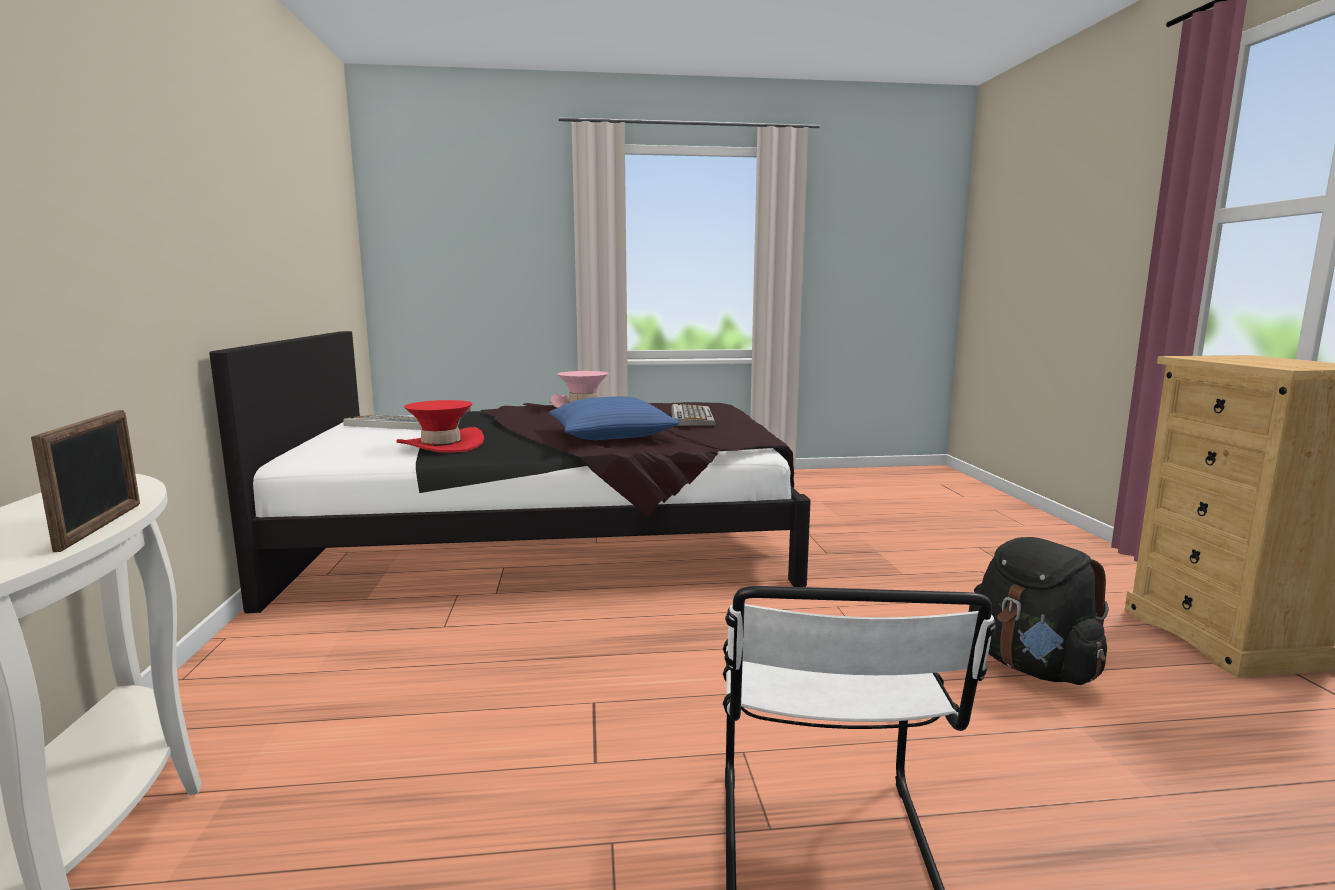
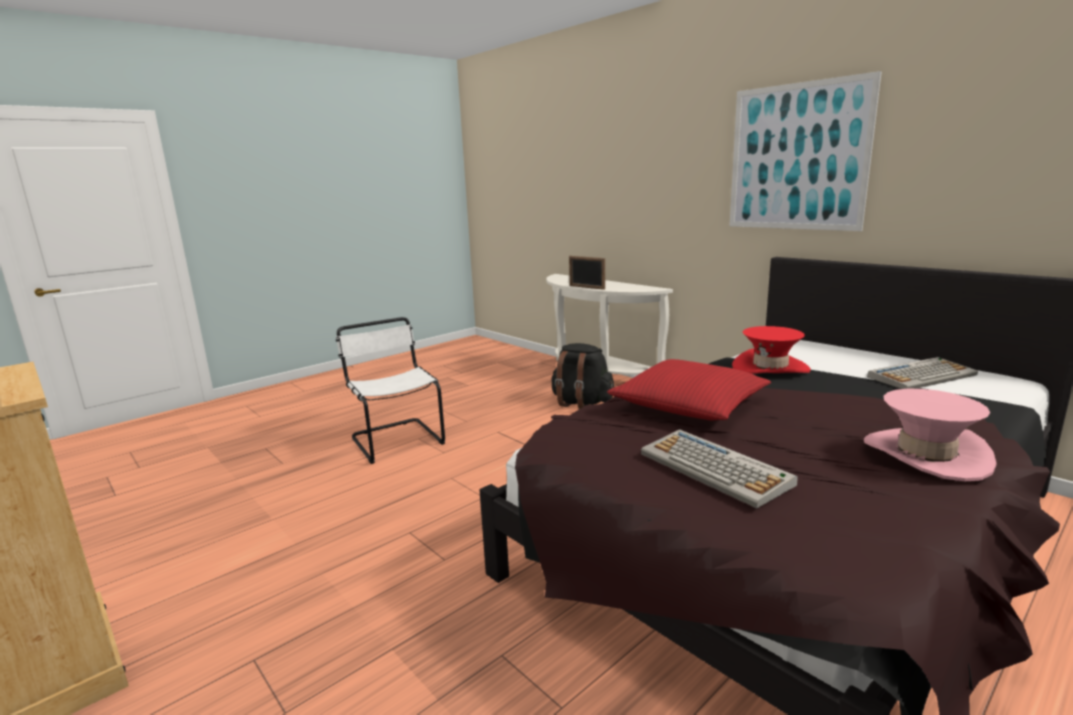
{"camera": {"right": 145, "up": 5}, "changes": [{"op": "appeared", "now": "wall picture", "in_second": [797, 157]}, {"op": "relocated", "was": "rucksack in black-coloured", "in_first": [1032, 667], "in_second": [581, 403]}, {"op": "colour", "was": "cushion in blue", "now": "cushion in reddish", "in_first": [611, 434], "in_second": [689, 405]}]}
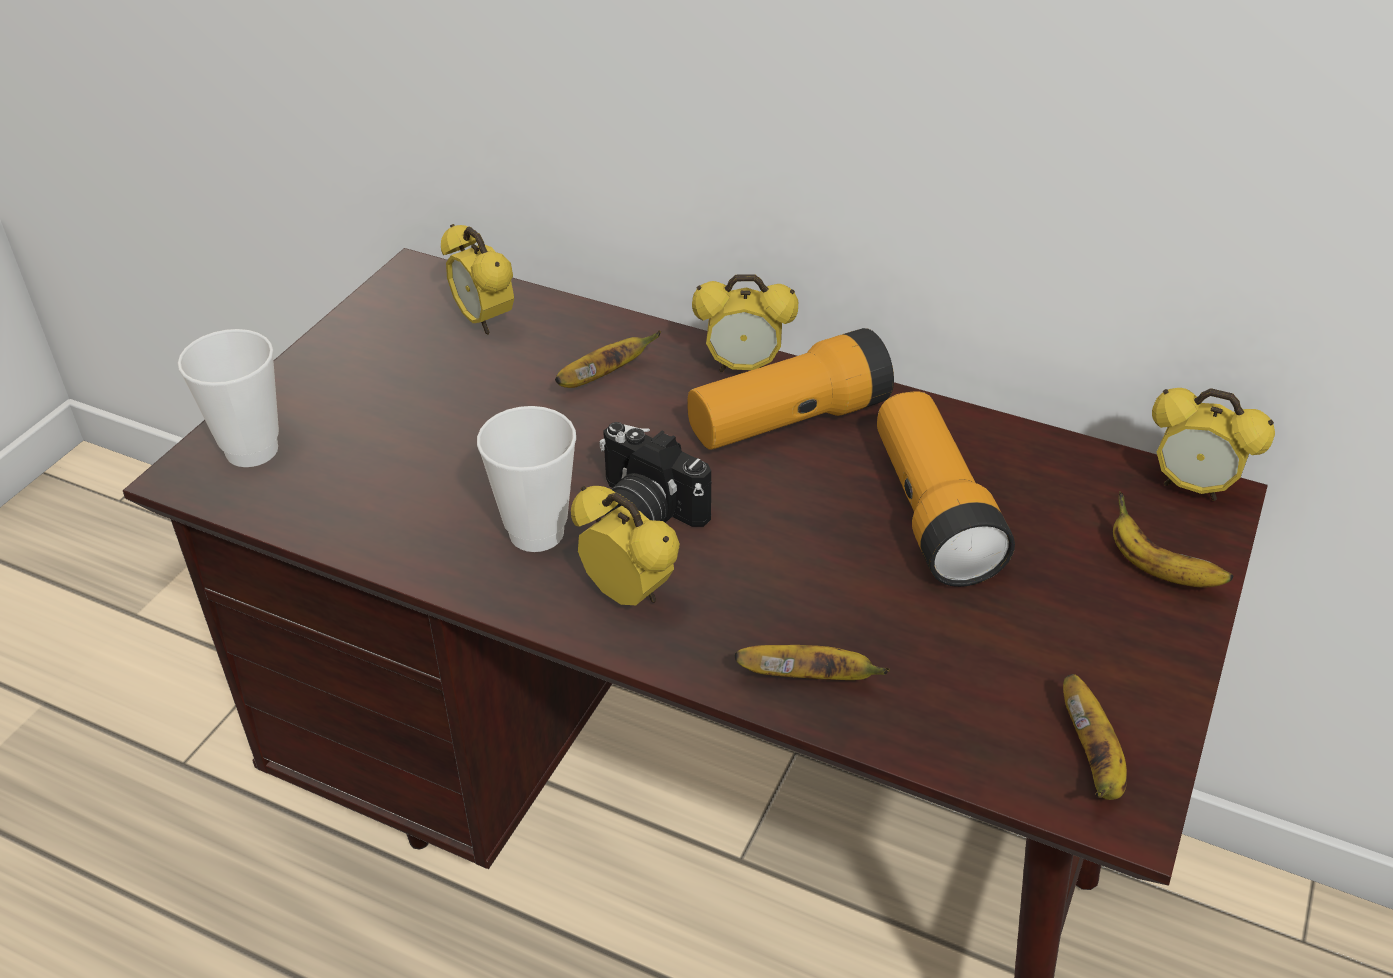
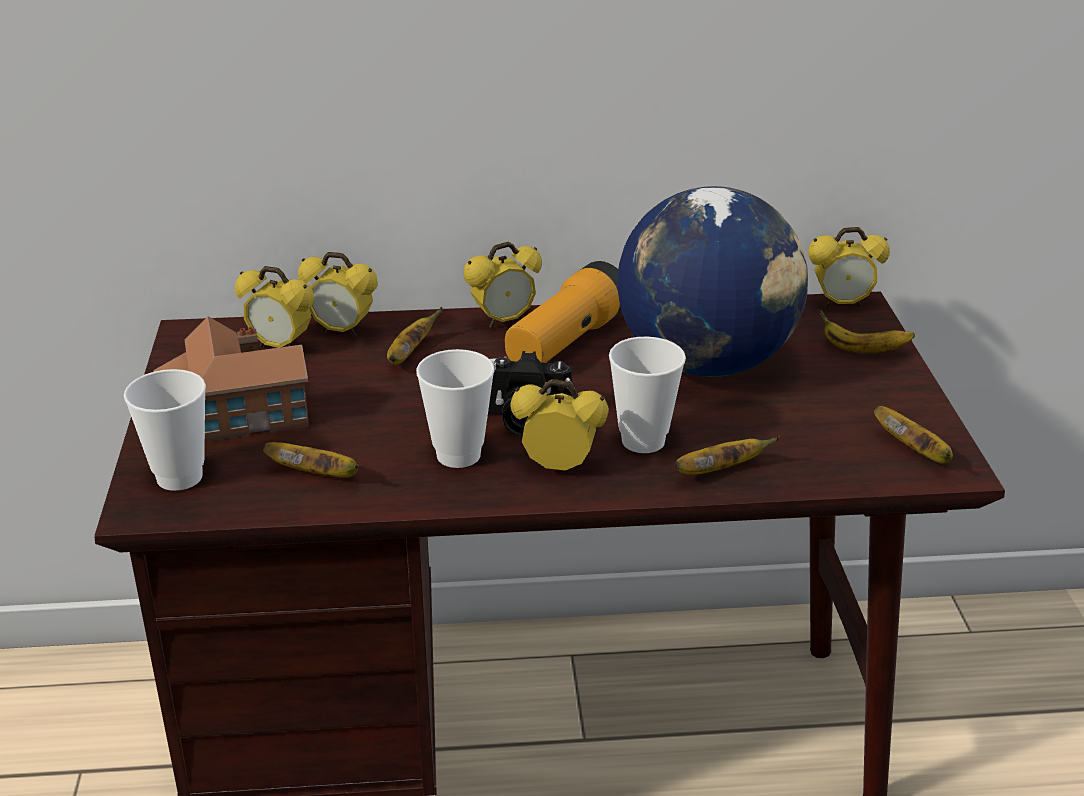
{"camera": {"right": -30, "up": -10}, "changes": [{"op": "appeared", "now": "toy house", "in_second": [231, 411]}, {"op": "appeared", "now": "banana", "in_second": [318, 475]}, {"op": "appeared", "now": "bedside clock", "in_second": [342, 332]}, {"op": "appeared", "now": "cup", "in_second": [643, 441]}, {"op": "exchanged", "was": "flashlight", "now": "globe", "in_first": [932, 513], "in_second": [707, 363]}]}
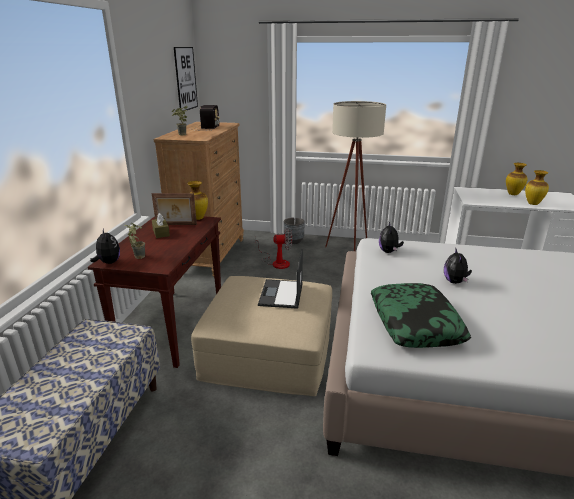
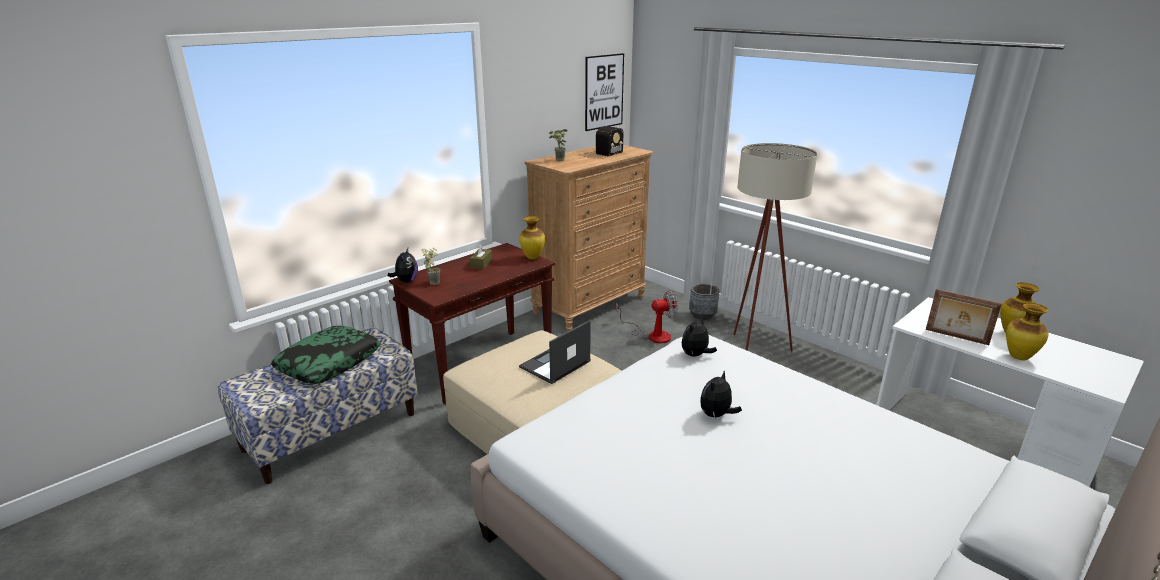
{"camera": {"right": 35, "up": 0}, "changes": [{"op": "relocated", "was": "standing frame", "in_first": [176, 225], "in_second": [956, 337]}, {"op": "relocated", "was": "cushion", "in_first": [415, 323], "in_second": [329, 363]}, {"op": "spun", "was": "electric fan", "in_first": [276, 262], "in_second": [652, 335], "clockwise": -45}]}
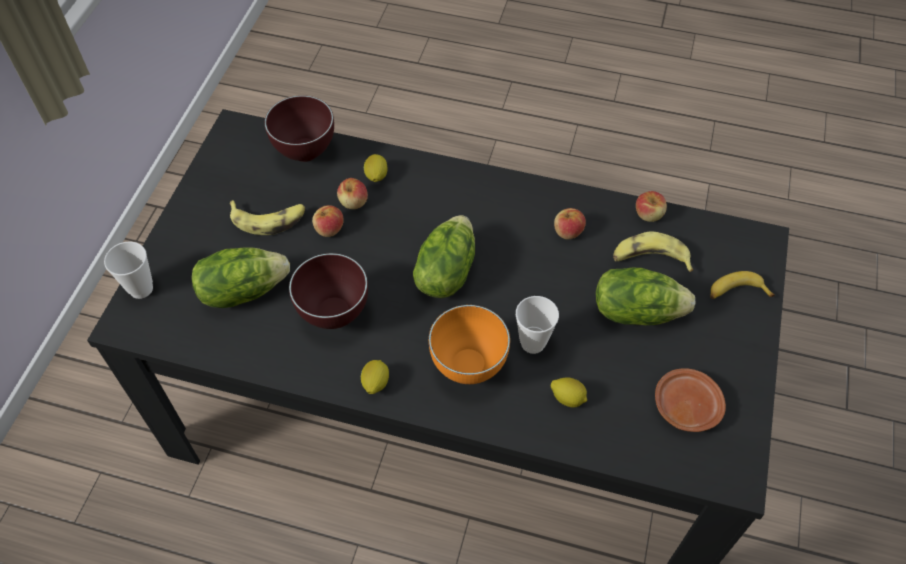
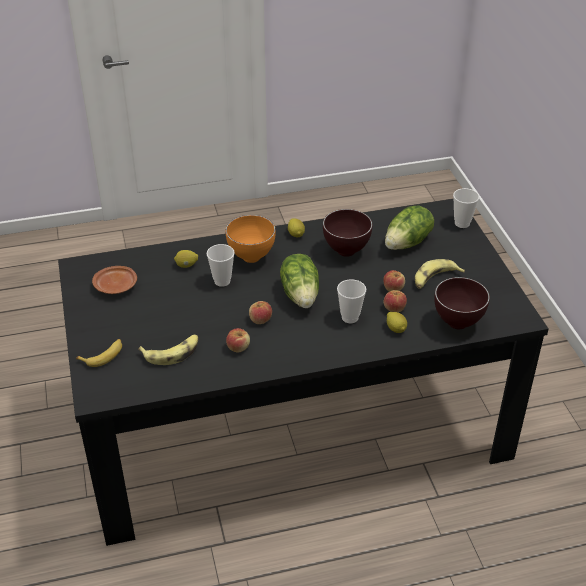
{"camera": {"right": 150, "up": -15}, "changes": [{"op": "missing", "was": "lettuce head", "in_first": [636, 311]}, {"op": "appeared", "now": "cup", "in_second": [350, 317]}, {"op": "relocated", "was": "apple", "in_first": [649, 214], "in_second": [260, 320]}]}
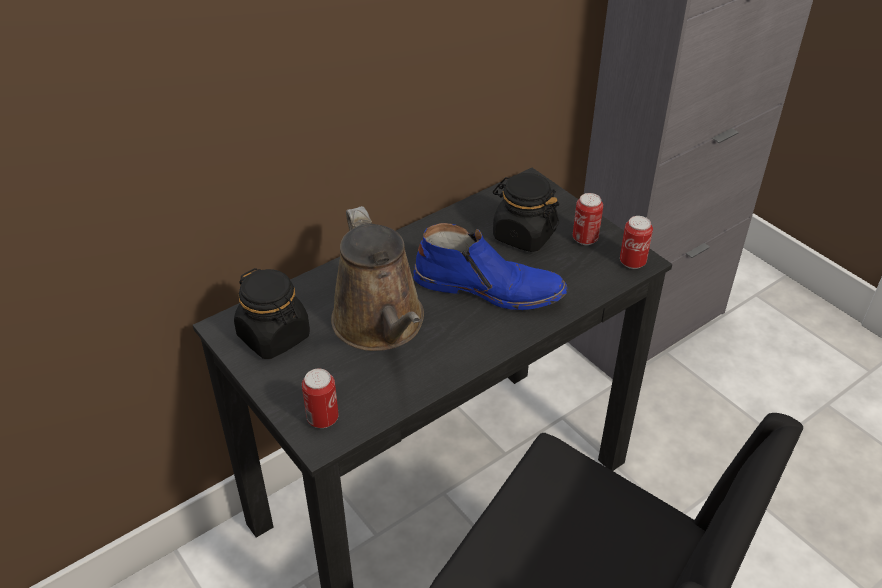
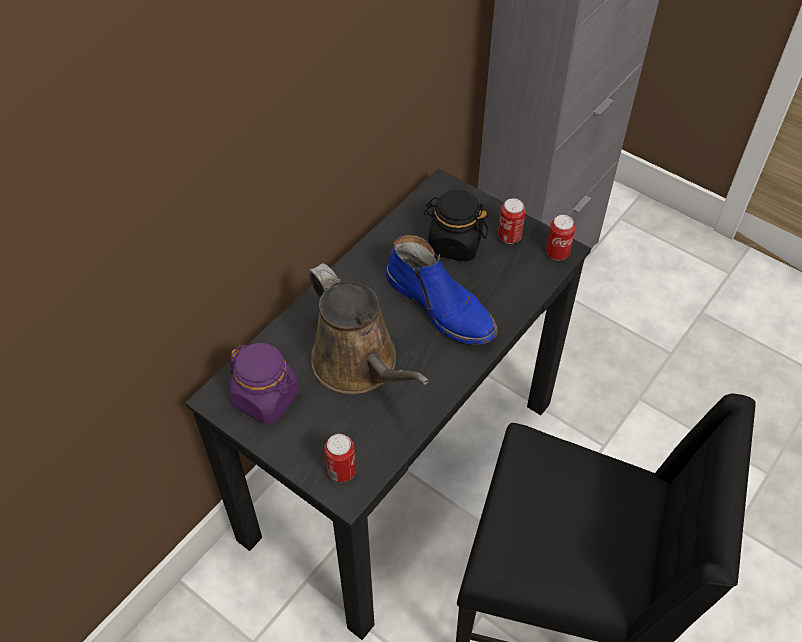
{"camera": {"right": -15, "up": 10}, "changes": [{"op": "colour", "was": "storage jar in black-coloured", "now": "storage jar in purple", "in_first": [274, 336], "in_second": [266, 398]}, {"op": "spun", "was": "high-top boot in blue", "in_first": [489, 287], "in_second": [442, 306], "clockwise": 45}]}
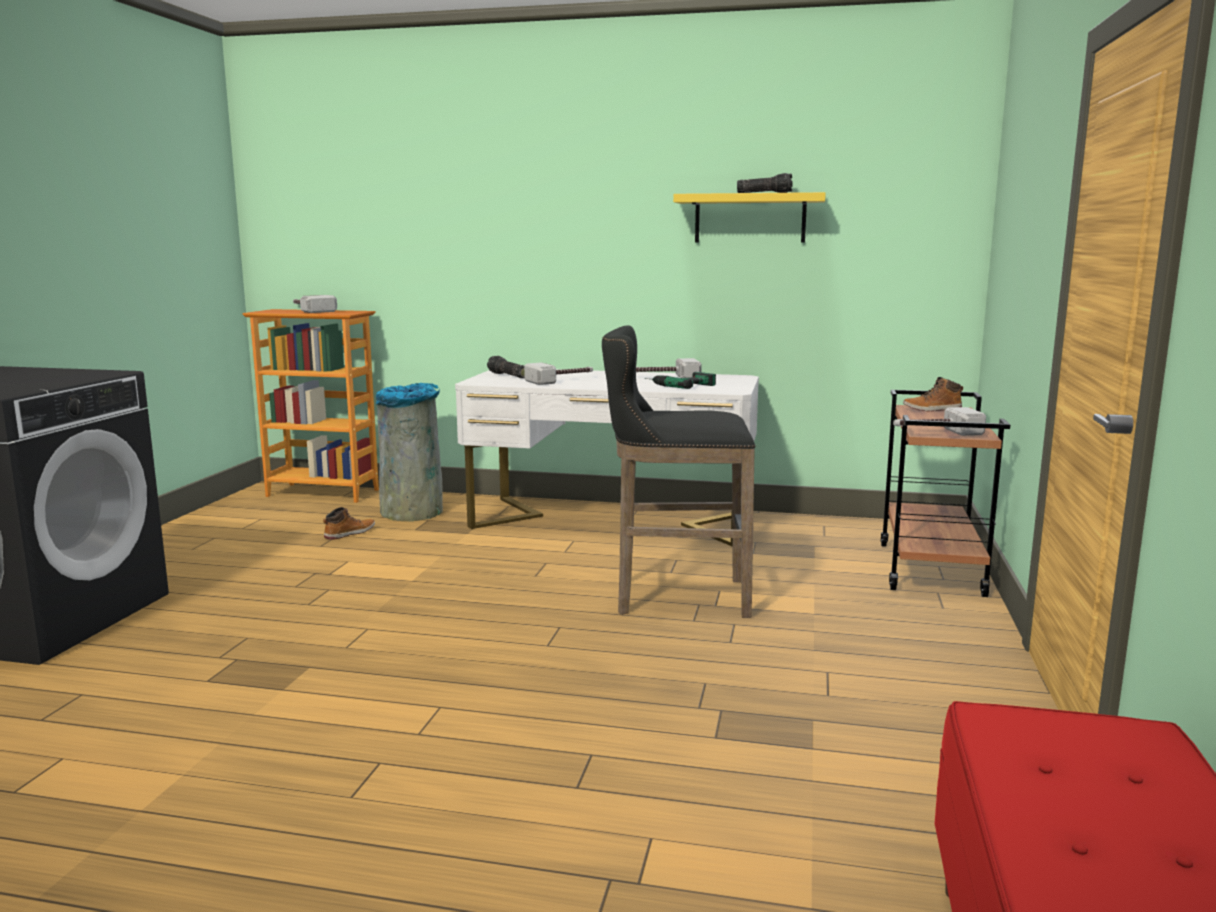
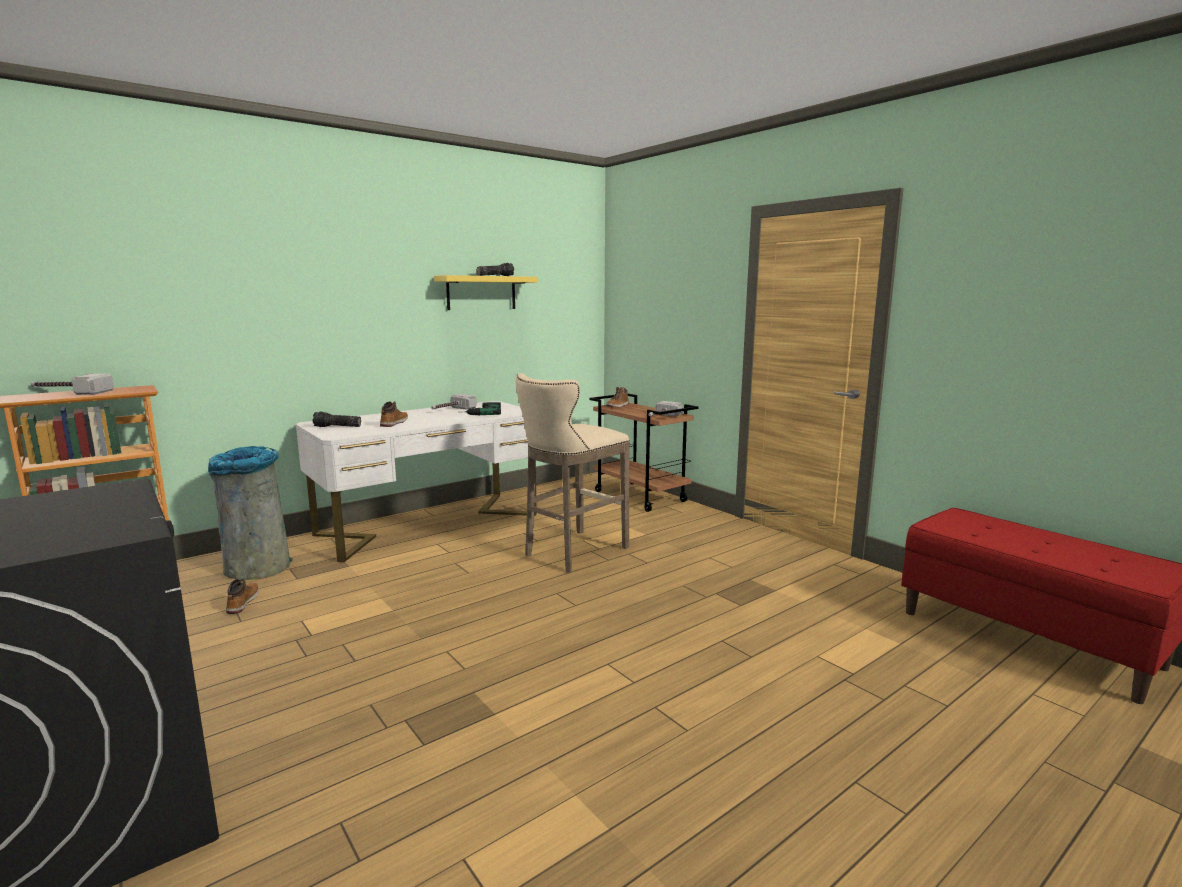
{"camera": {"right": -50, "up": 0}, "changes": [{"op": "exchanged", "was": "hammer", "now": "high-top boot", "in_first": [561, 380], "in_second": [394, 423]}, {"op": "colour", "was": "stool seat in black-coloured", "now": "stool seat in beige-coloured", "in_first": [674, 597], "in_second": [572, 552]}]}
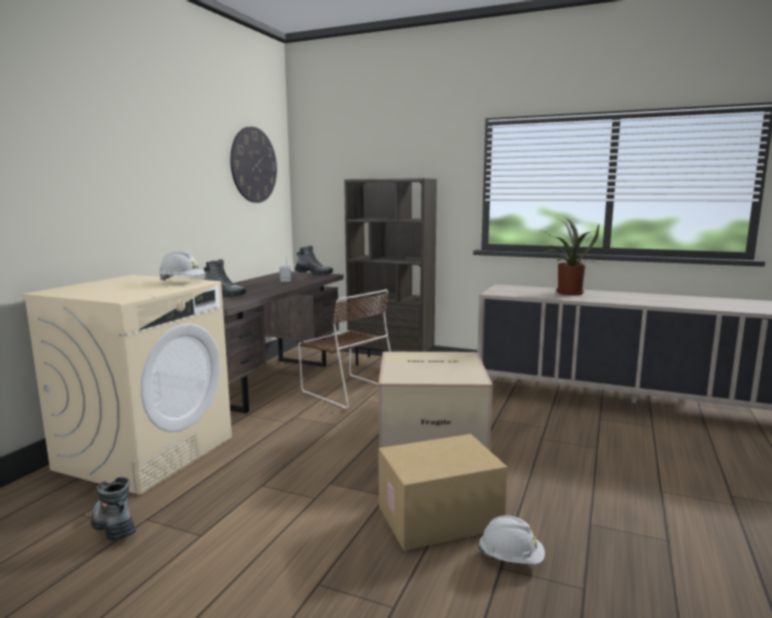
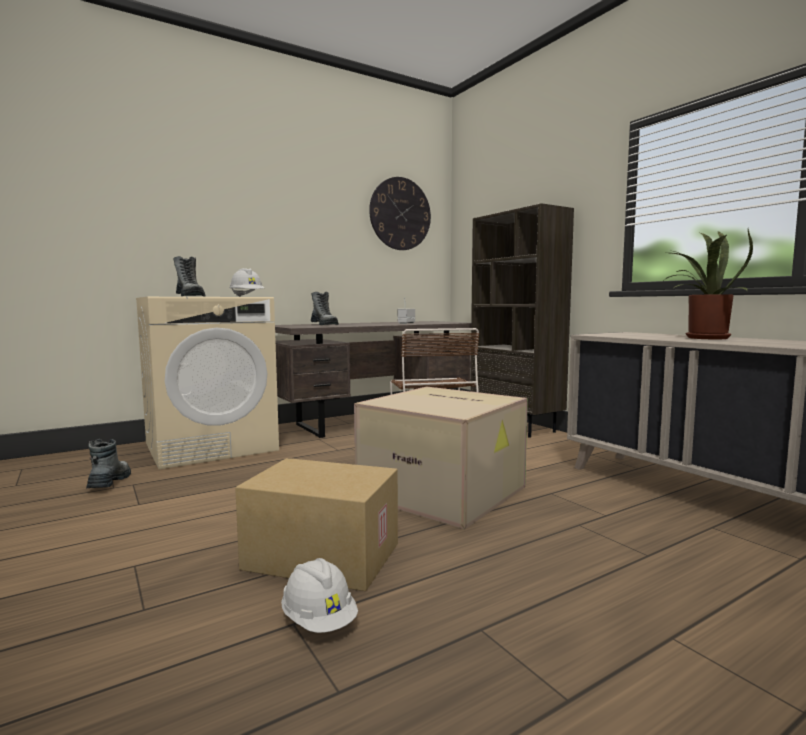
{"camera": {"right": 35, "up": -5}, "changes": [{"op": "relocated", "was": "high-top boot", "in_first": [314, 274], "in_second": [190, 296]}]}
